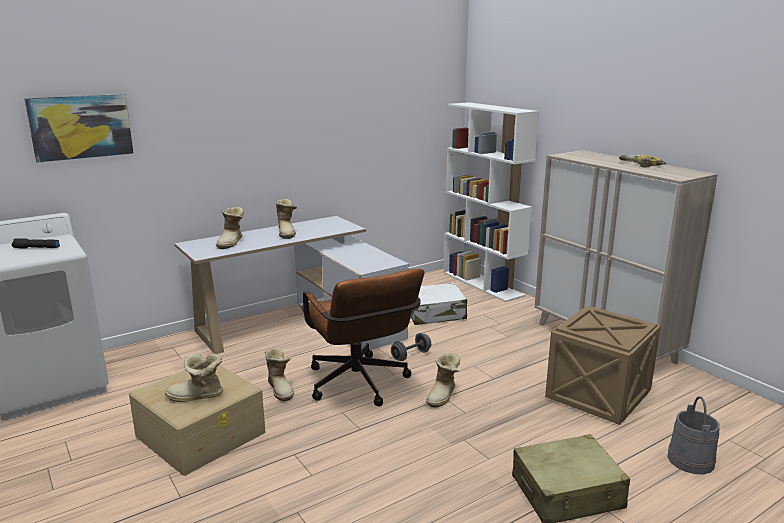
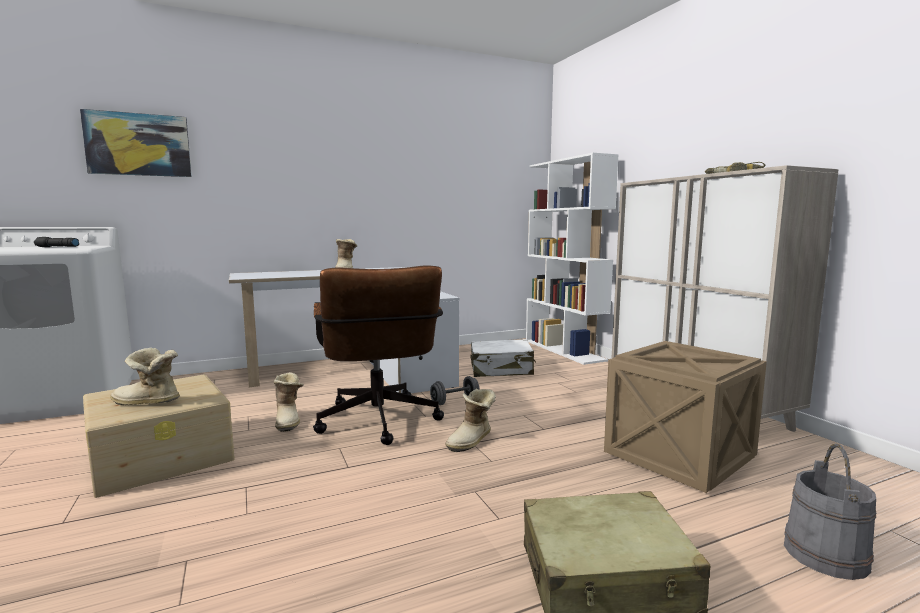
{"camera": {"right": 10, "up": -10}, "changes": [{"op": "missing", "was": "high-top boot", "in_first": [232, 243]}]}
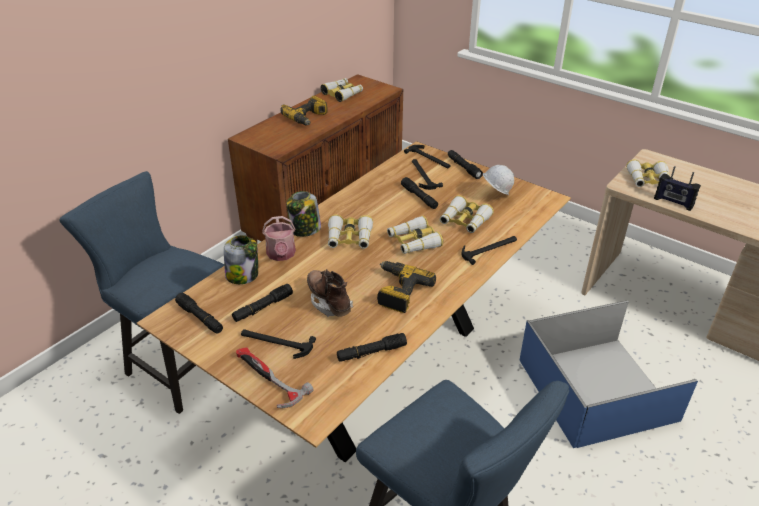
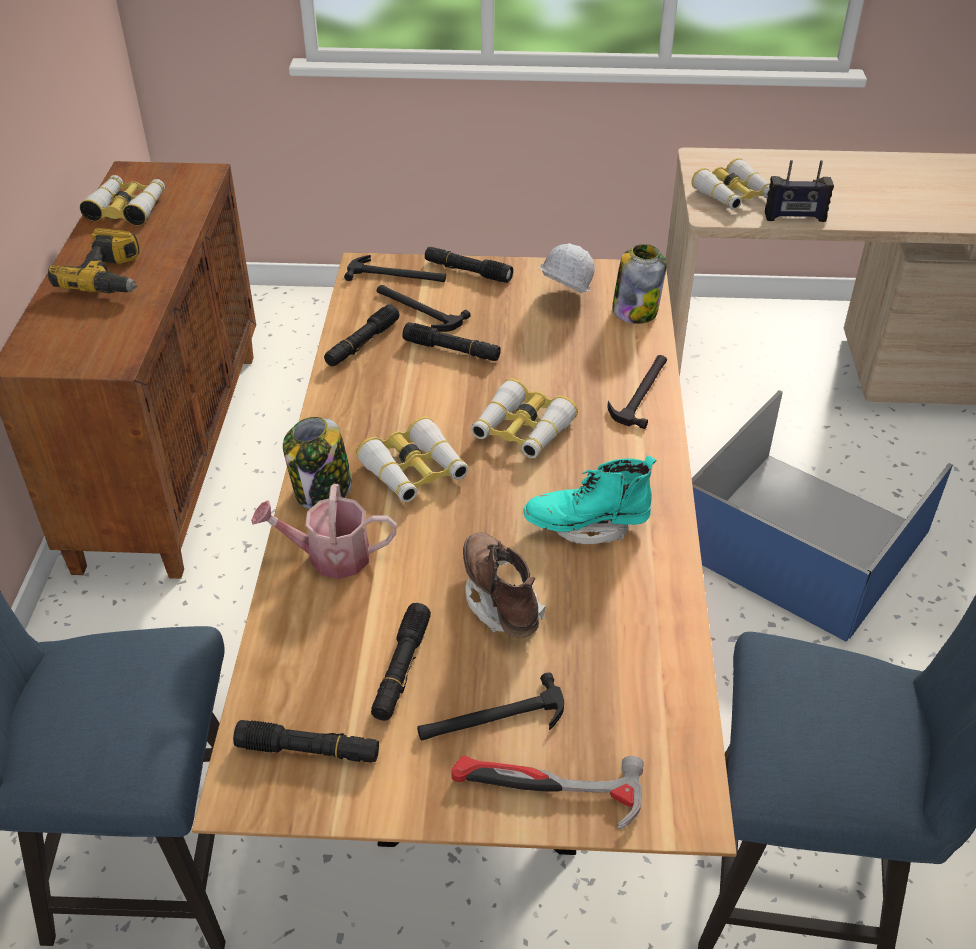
{"camera": {"right": -35, "up": 5}, "changes": [{"op": "missing", "was": "pair of binoculars", "in_first": [464, 221]}, {"op": "relocated", "was": "storage jar", "in_first": [243, 275], "in_second": [635, 311]}, {"op": "relocated", "was": "flashlight in black-coloured", "in_first": [371, 352], "in_second": [362, 343]}, {"op": "exchanged", "was": "electric drill", "now": "high-top boot in turquoise-coloured", "in_first": [398, 291], "in_second": [587, 525]}, {"op": "spun", "was": "sprinkling can", "in_first": [281, 255], "in_second": [330, 556], "clockwise": 135}, {"op": "spun", "was": "high-top boot in brown-coloured", "in_first": [329, 302], "in_second": [500, 600], "clockwise": 45}]}
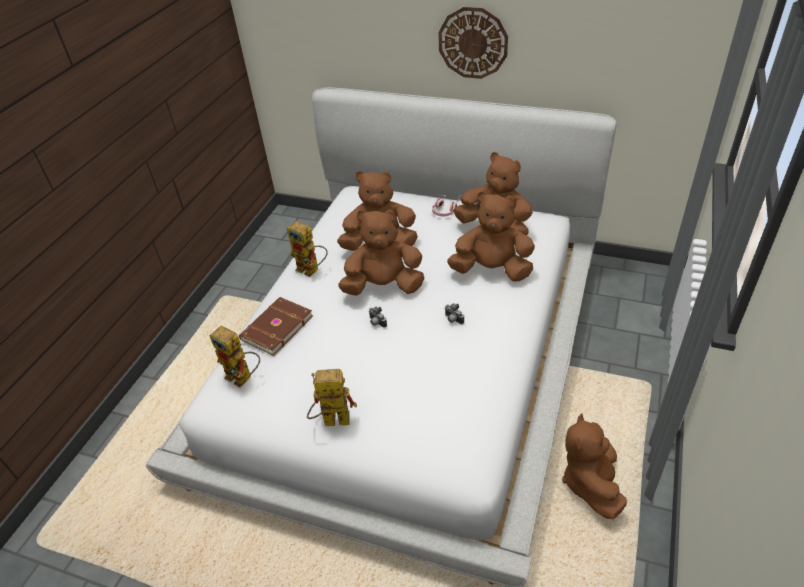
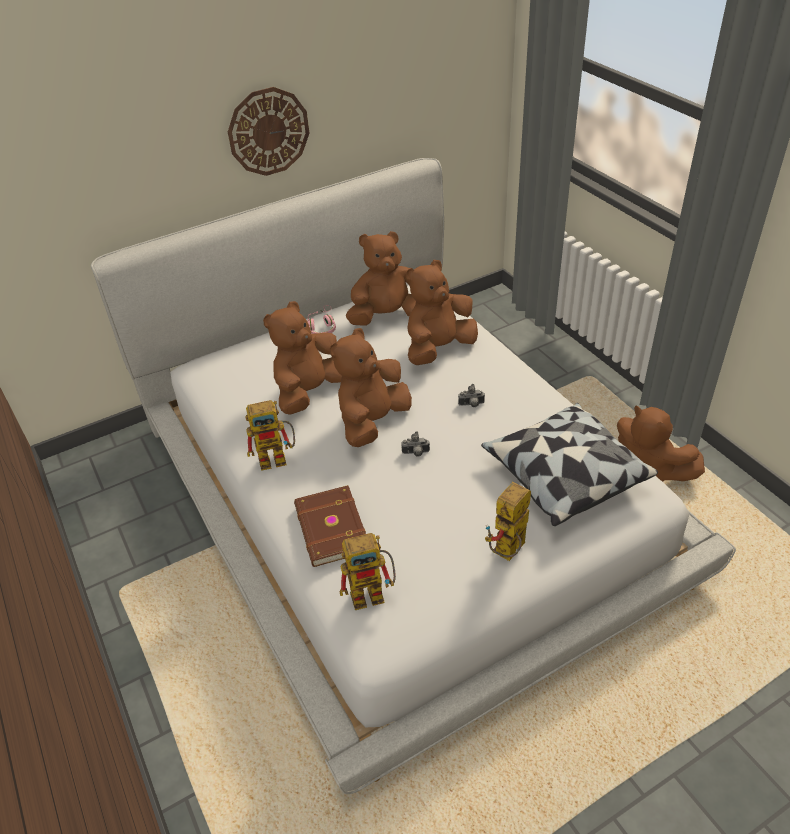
{"camera": {"right": -50, "up": 0}, "changes": [{"op": "appeared", "now": "cushion", "in_second": [563, 475]}]}
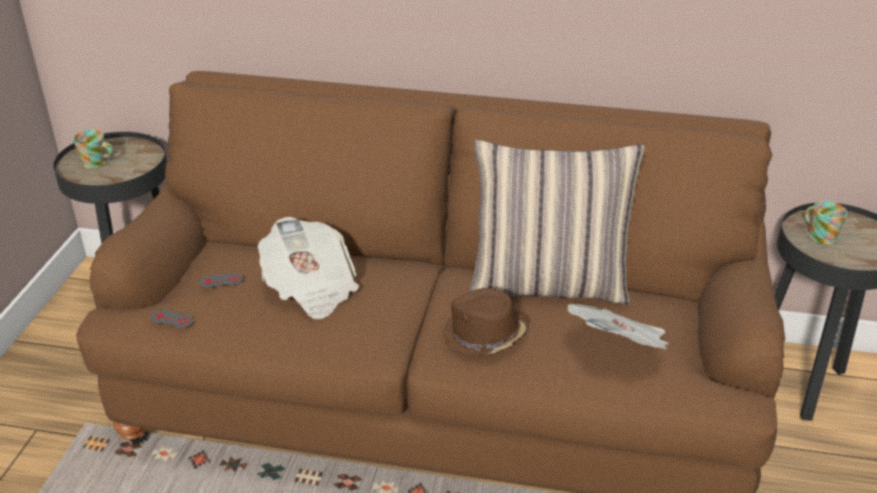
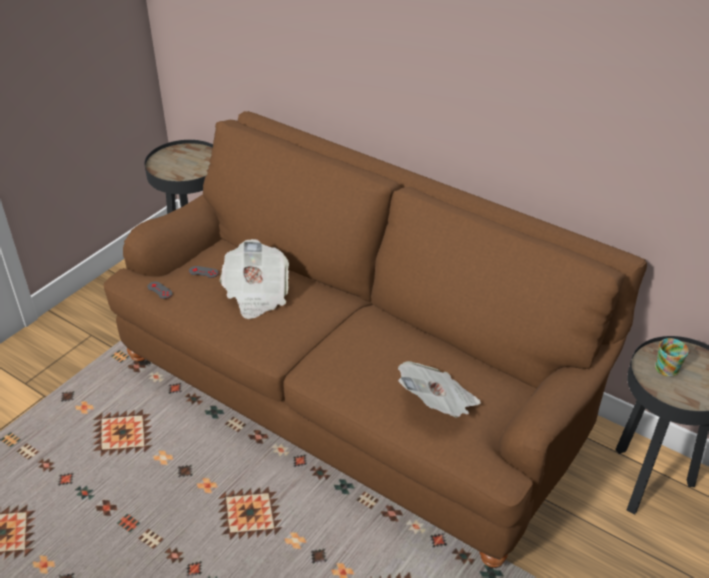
{"camera": {"right": 25, "up": 5}, "changes": [{"op": "missing", "was": "mug", "in_first": [98, 163]}, {"op": "missing", "was": "clothing hat in brown-coloured", "in_first": [483, 336]}, {"op": "missing", "was": "cushion", "in_first": [548, 284]}]}
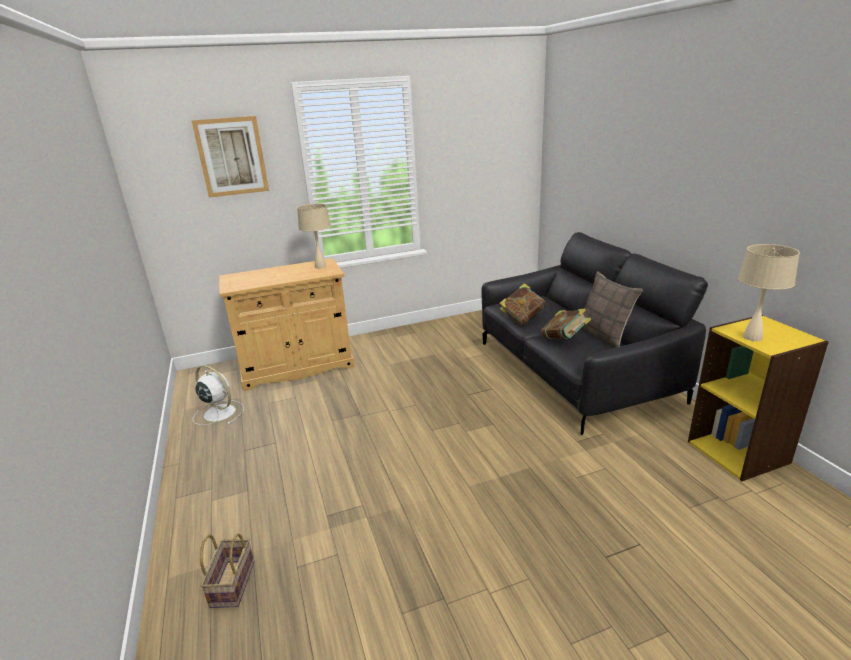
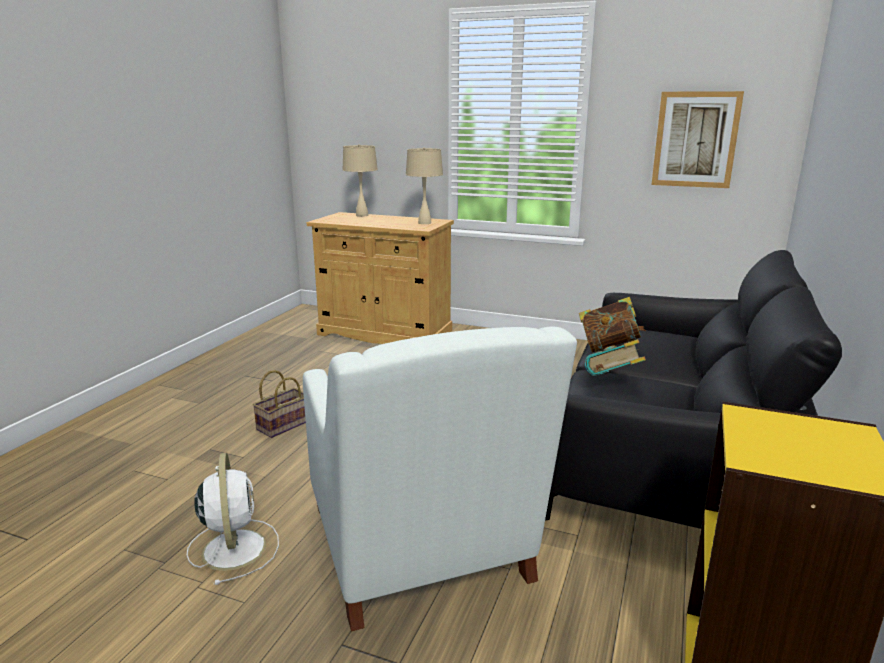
{"camera": {"right": 40, "up": -5}, "changes": [{"op": "missing", "was": "cushion", "in_first": [604, 334]}, {"op": "appeared", "now": "easy chair in whitish", "in_second": [421, 549]}, {"op": "relocated", "was": "wall picture", "in_first": [232, 157], "in_second": [695, 140]}, {"op": "relocated", "was": "electric fan in whitish", "in_first": [218, 413], "in_second": [234, 547]}, {"op": "relocated", "was": "basket", "in_first": [232, 582], "in_second": [284, 424]}, {"op": "relocated", "was": "lamp for a table in beige-coloured", "in_first": [752, 337], "in_second": [361, 215]}]}
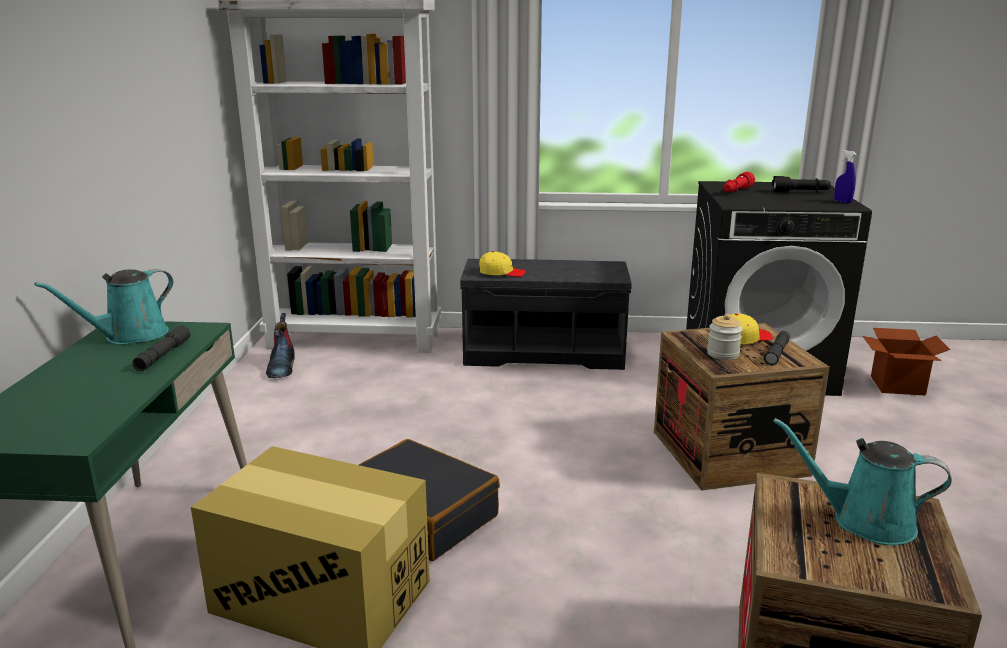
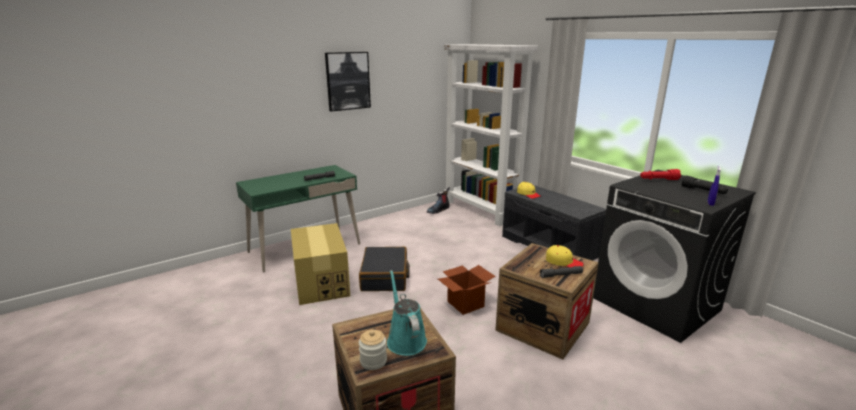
{"camera": {"right": 50, "up": 0}, "changes": [{"op": "missing", "was": "sprinkling can in turquoise-coloured", "in_first": [130, 336]}, {"op": "appeared", "now": "wall picture", "in_second": [347, 81]}, {"op": "relocated", "was": "storage jar", "in_first": [723, 354], "in_second": [373, 361]}, {"op": "relocated", "was": "carton", "in_first": [897, 385], "in_second": [465, 304]}]}
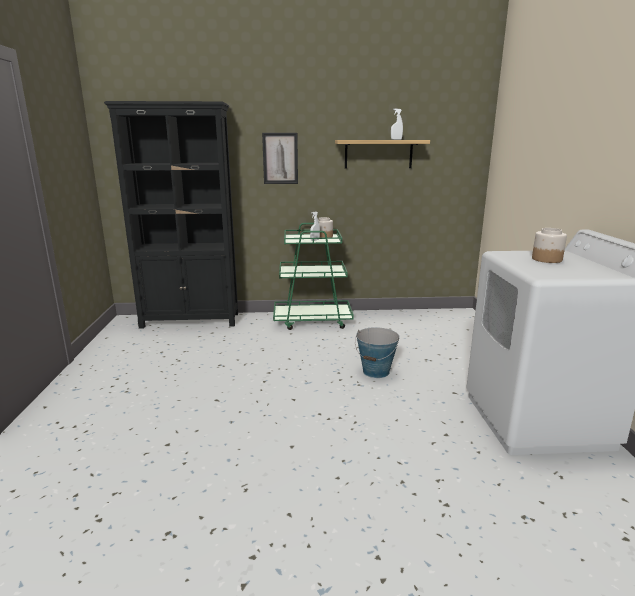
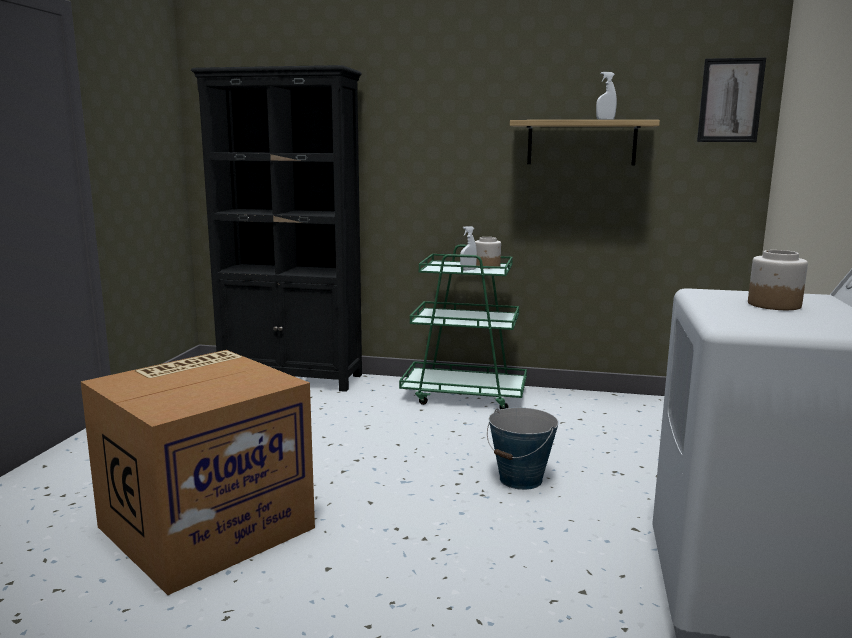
{"camera": {"right": 15, "up": -5}, "changes": [{"op": "appeared", "now": "carton", "in_second": [207, 525]}, {"op": "relocated", "was": "wall picture", "in_first": [280, 158], "in_second": [730, 100]}]}
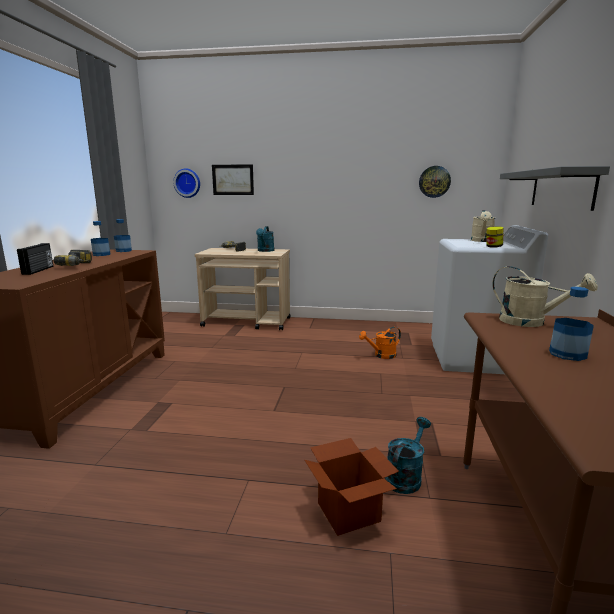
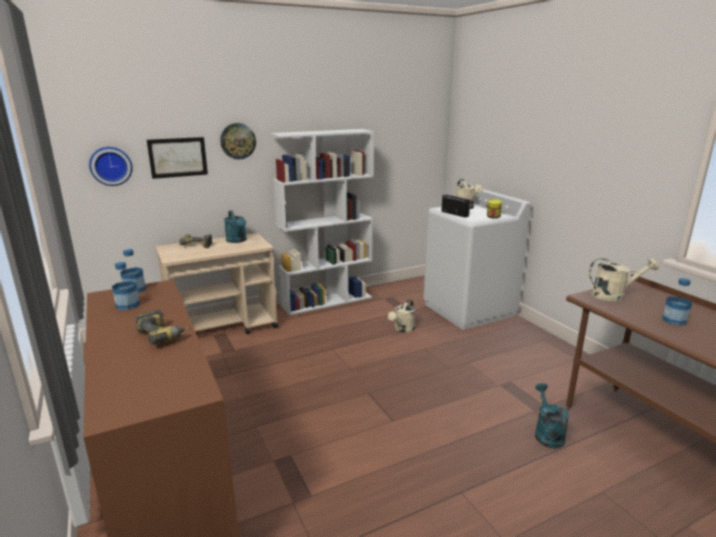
{"camera": {"right": -35, "up": 5}, "changes": [{"op": "missing", "was": "carton", "in_first": [348, 512]}, {"op": "missing", "was": "shelf in greyish", "in_first": [561, 189]}, {"op": "appeared", "now": "bookcase in whitish", "in_second": [327, 301]}, {"op": "relocated", "was": "radio", "in_first": [39, 270], "in_second": [455, 214]}, {"op": "relocated", "was": "clock on the wall", "in_first": [434, 181], "in_second": [238, 141]}, {"op": "colour", "was": "sprinkling can in orange-coloured", "now": "sprinkling can in beige-coloured", "in_first": [381, 355], "in_second": [402, 329]}]}
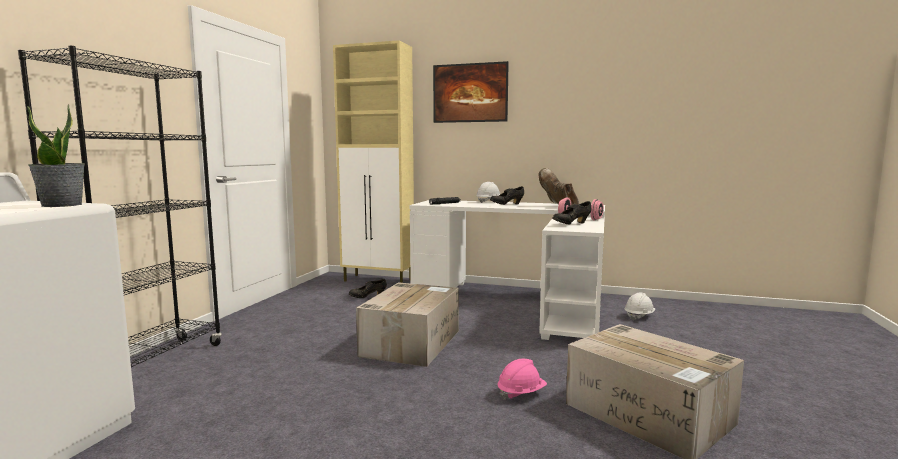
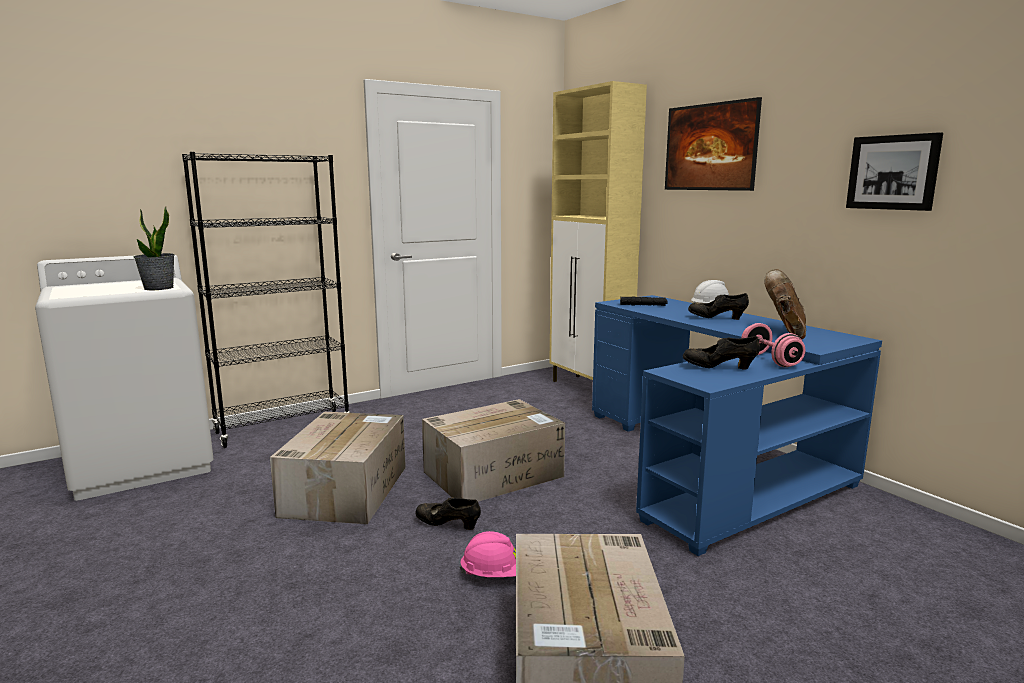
{"camera": {"right": 40, "up": 5}, "changes": [{"op": "missing", "was": "hard hat in whitish", "in_first": [639, 316]}, {"op": "appeared", "now": "carton", "in_second": [346, 489]}, {"op": "appeared", "now": "wall picture", "in_second": [893, 172]}, {"op": "relocated", "was": "shoe in black-coloured", "in_first": [367, 297], "in_second": [448, 525]}, {"op": "colour", "was": "desk in whitish", "now": "desk in blue", "in_first": [521, 302], "in_second": [711, 462]}]}
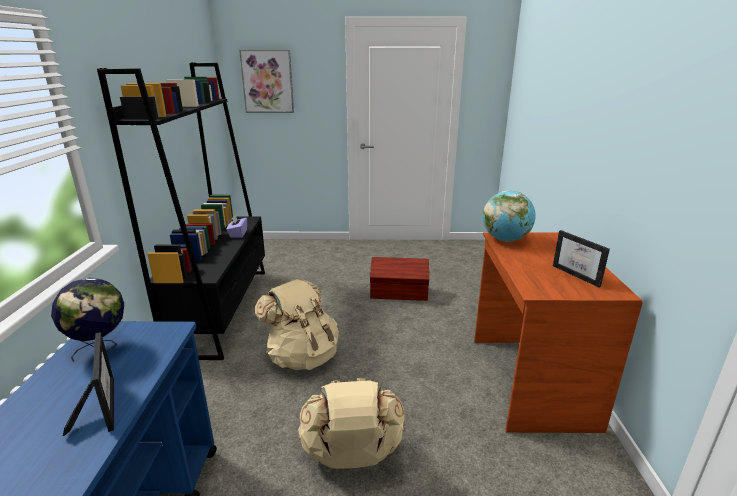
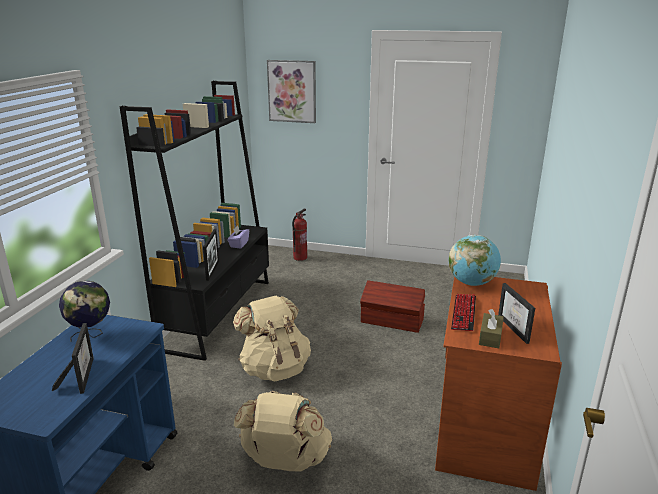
{"camera": {"right": 15, "up": 0}, "changes": [{"op": "appeared", "now": "standing frame", "in_second": [212, 270]}, {"op": "appeared", "now": "fire-fighting cylinder", "in_second": [300, 257]}, {"op": "appeared", "now": "keyboard", "in_second": [463, 313]}, {"op": "appeared", "now": "tissue holder in brown-coloured", "in_second": [490, 337]}]}
